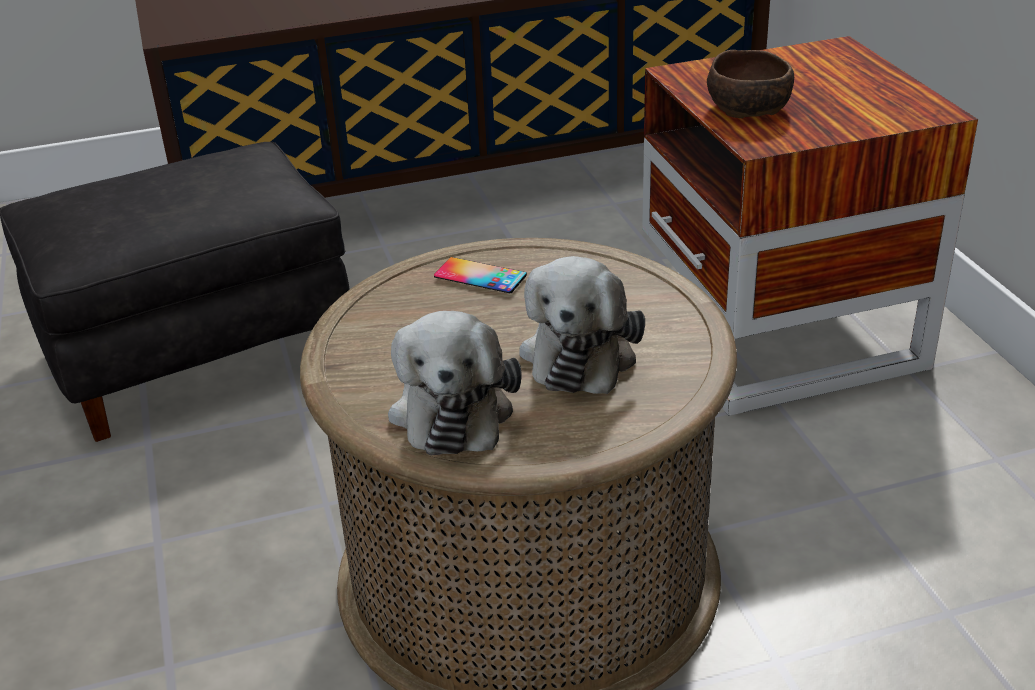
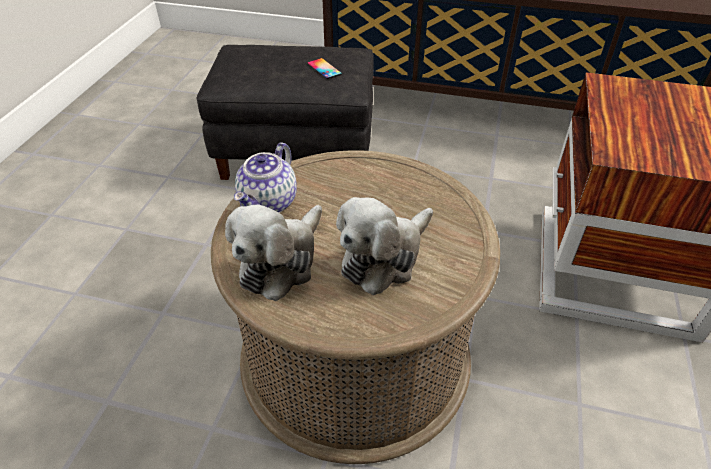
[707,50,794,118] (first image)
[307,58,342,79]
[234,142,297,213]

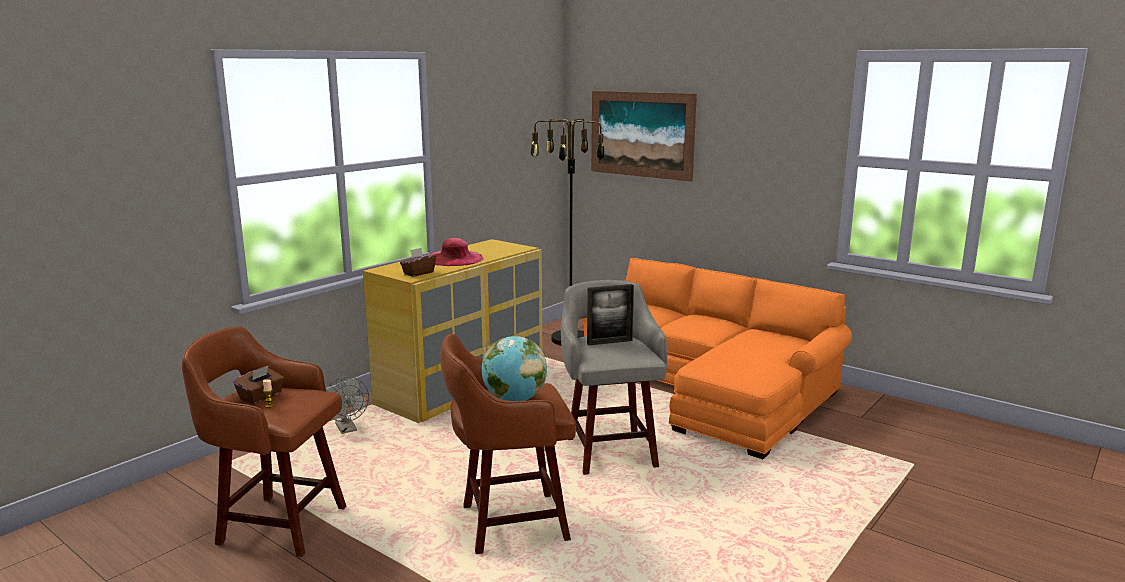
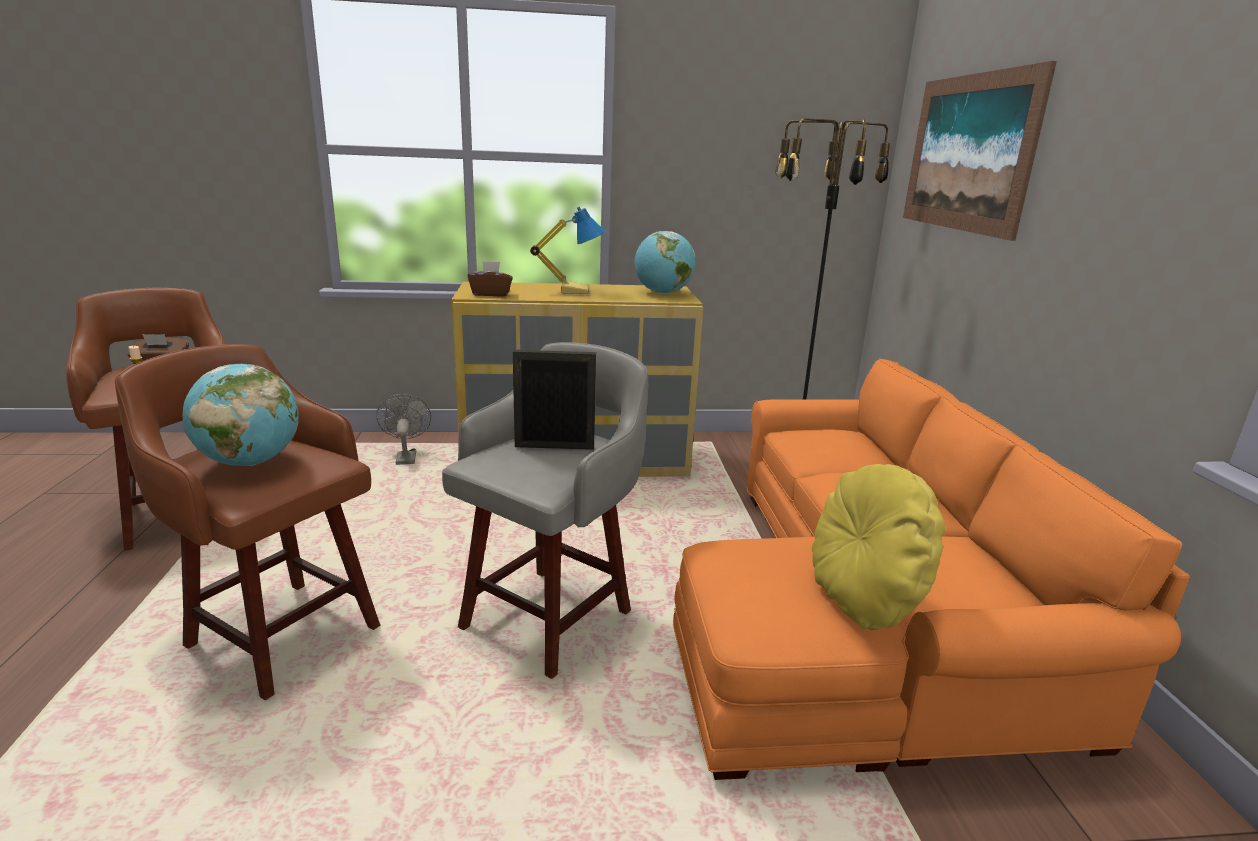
[530,207,606,295]
[513,349,596,450]
[376,394,431,465]
[635,231,696,294]
[812,464,945,630]

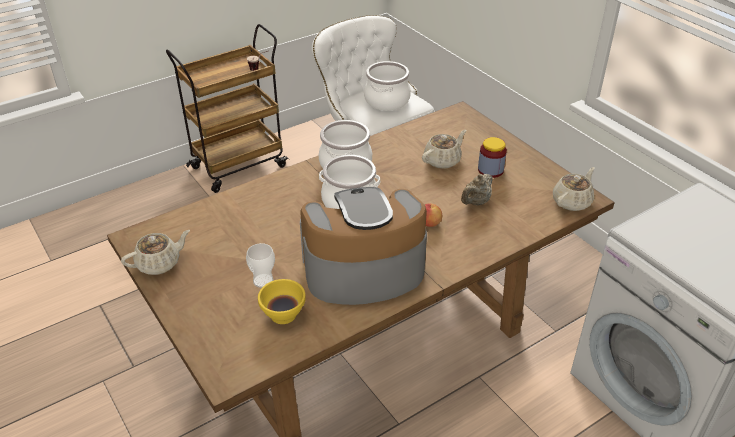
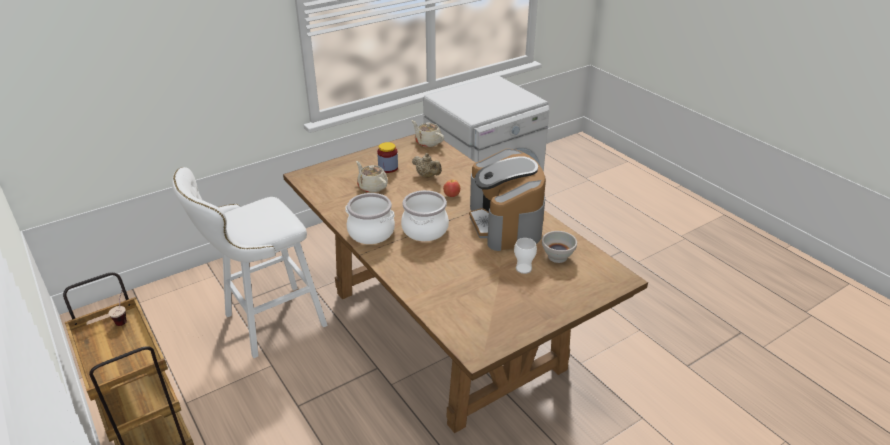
[364,61,411,111] (first image)
[121,230,190,275] (first image)
[542,231,577,263]

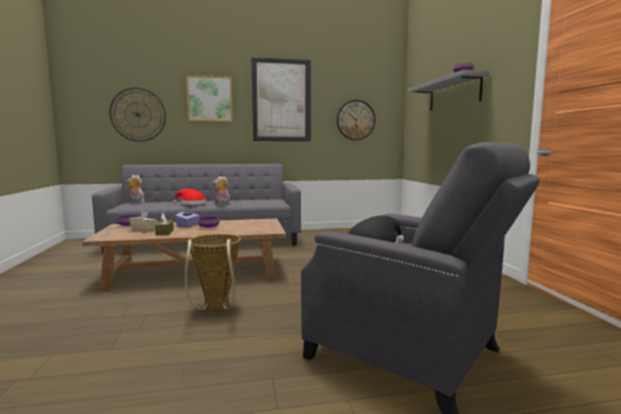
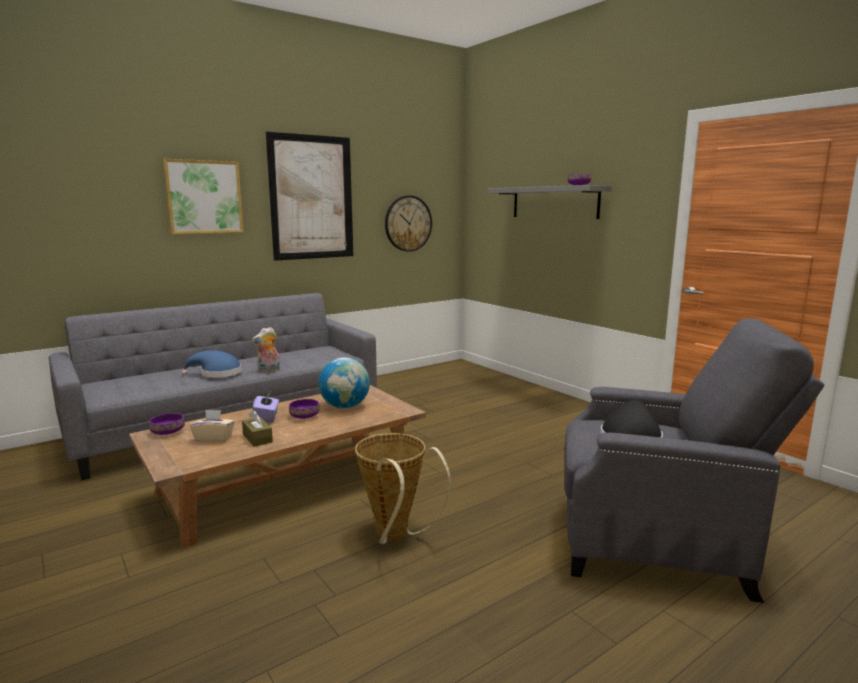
[110,87,166,142] (first image)
[127,175,145,204] (first image)
[182,350,242,378]
[318,357,370,408]

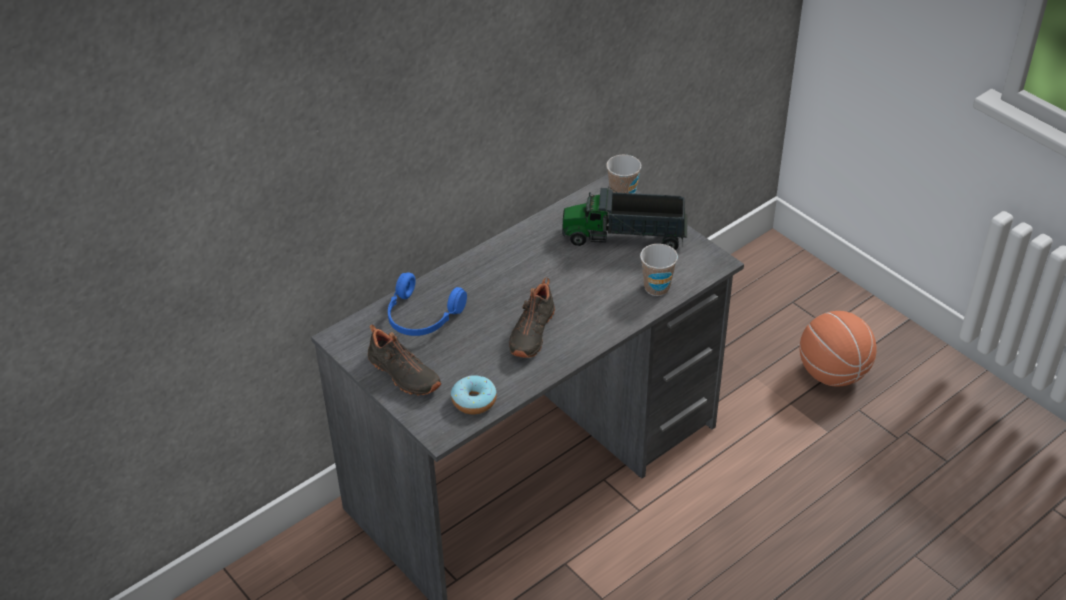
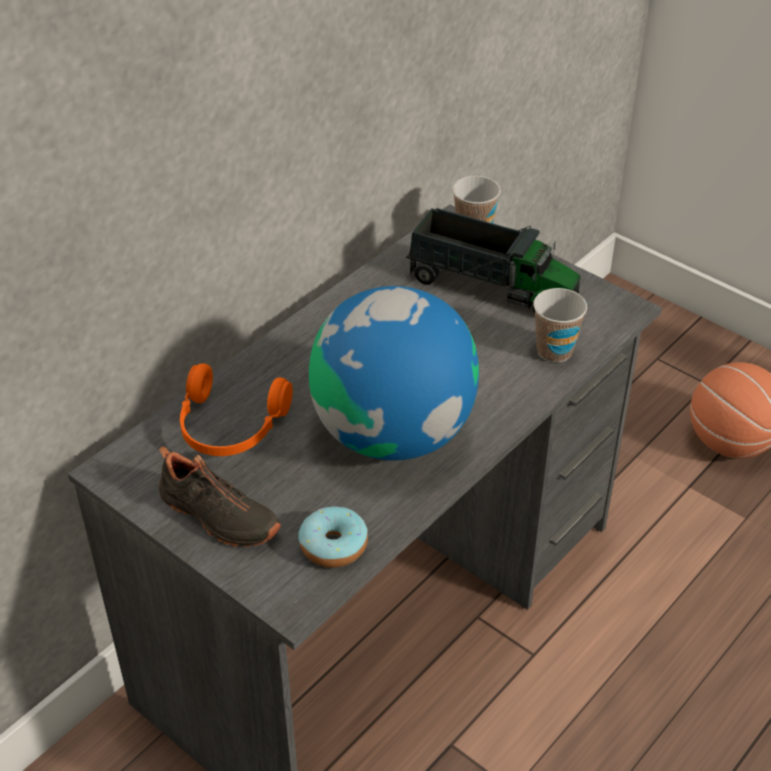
[406,208,580,313]
[180,363,293,456]
[309,286,479,460]

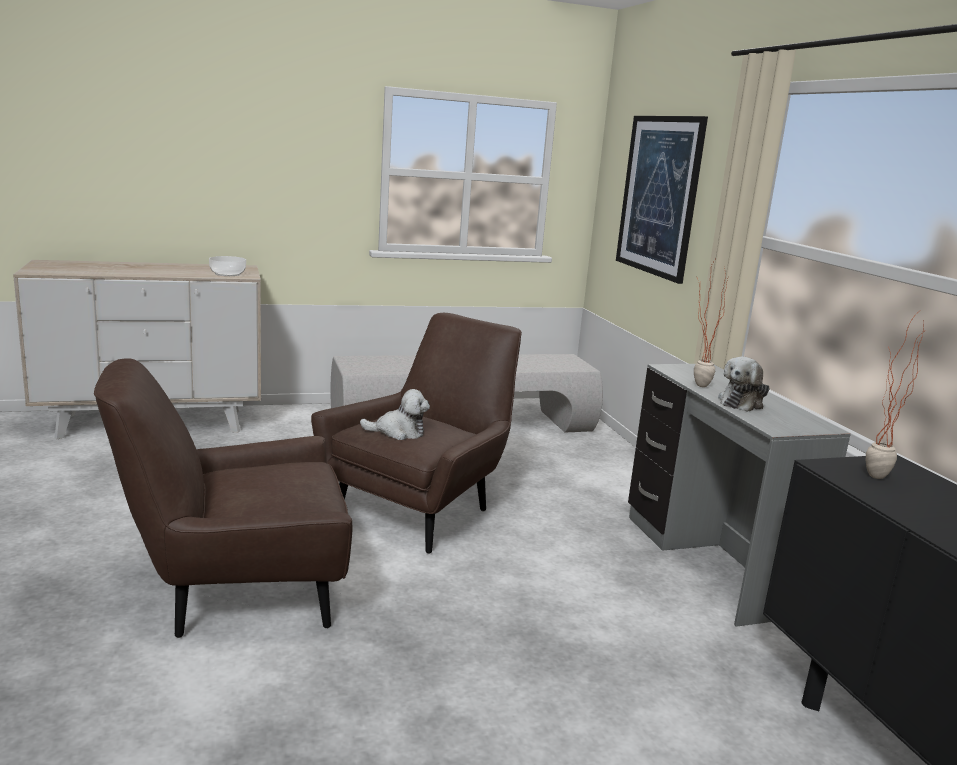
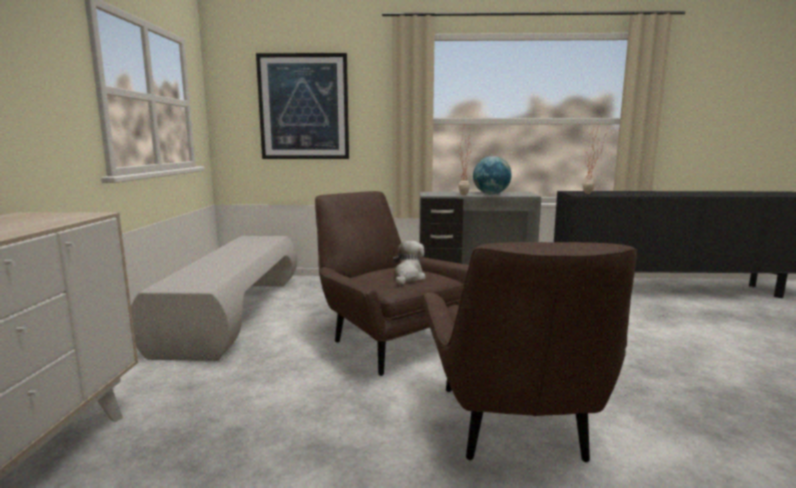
[209,256,246,276] (first image)
[473,156,512,194]

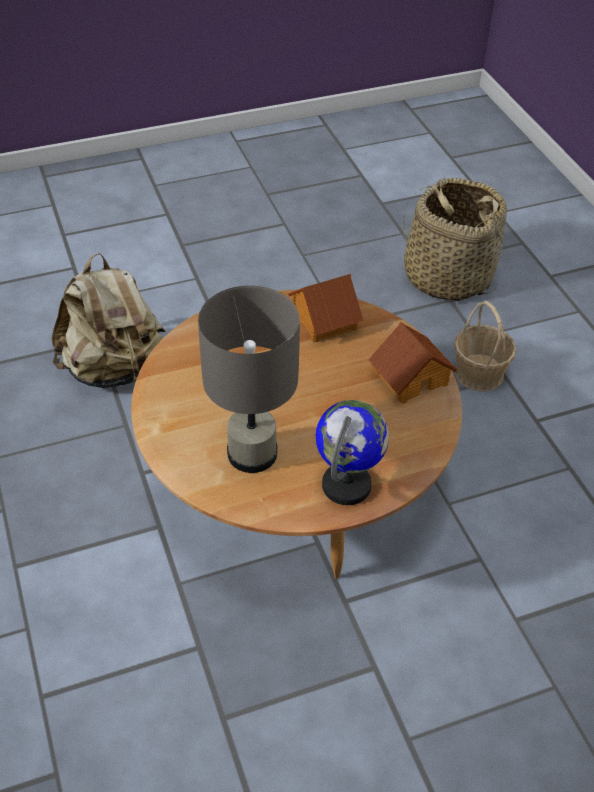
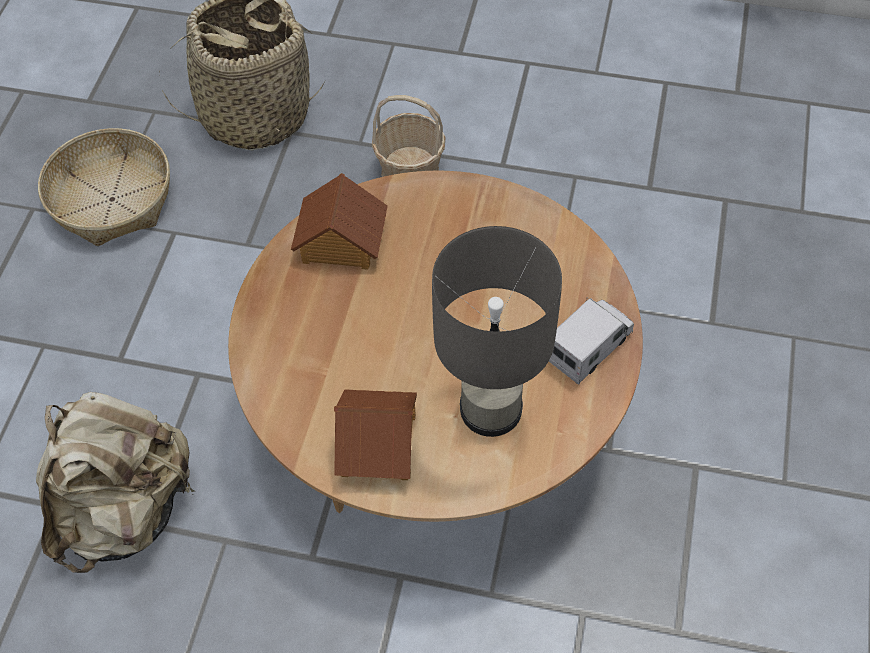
[334,389,417,480]
[549,298,634,385]
[38,128,170,246]

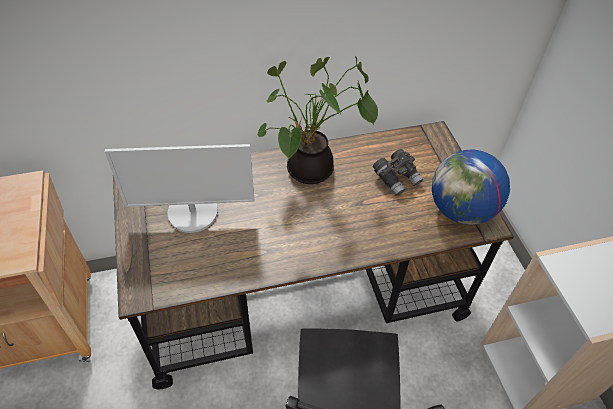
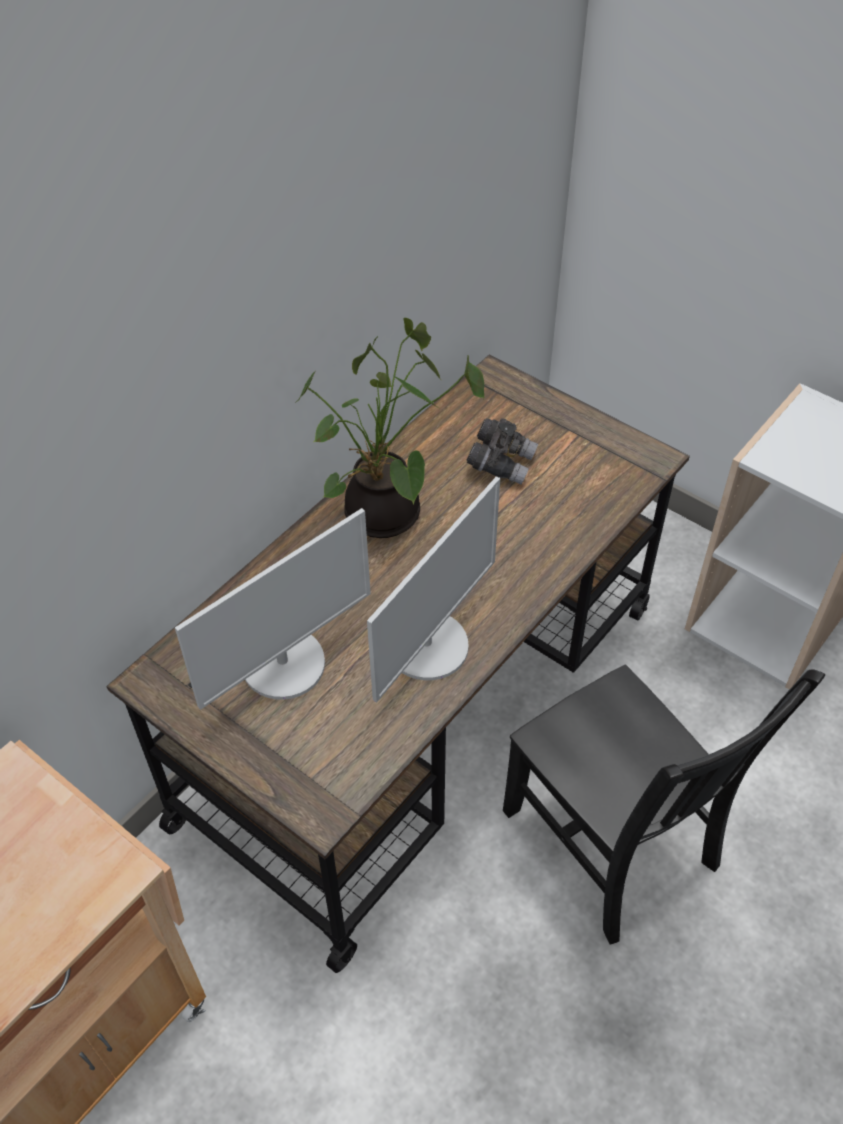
[432,150,510,225] (first image)
[367,476,500,702]

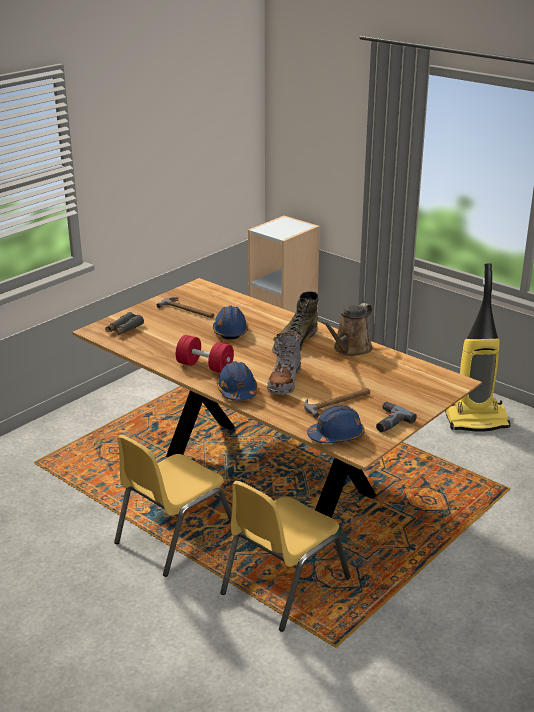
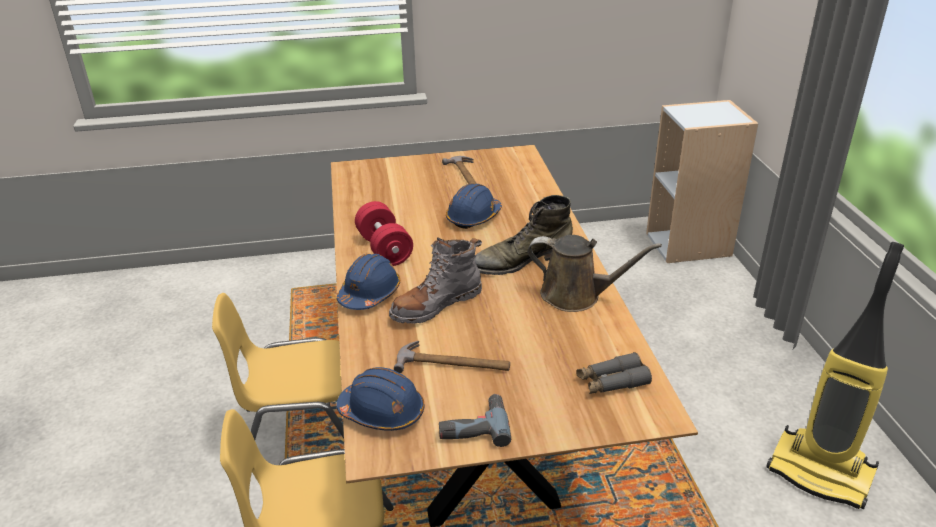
[527,235,662,312]
[576,352,652,394]

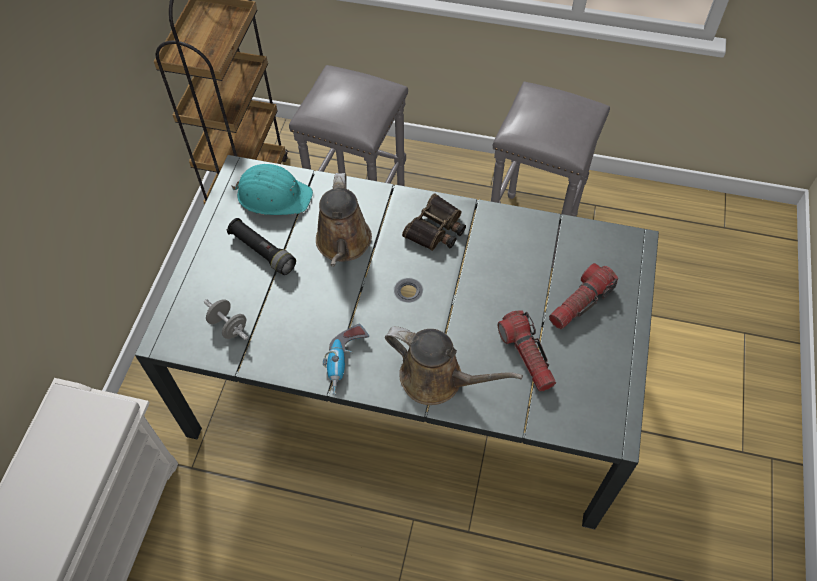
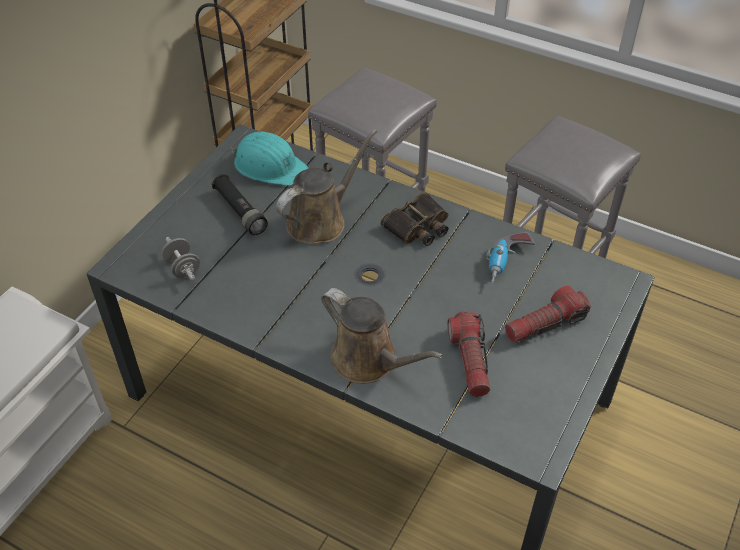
[276,129,377,245]
[486,232,535,283]

